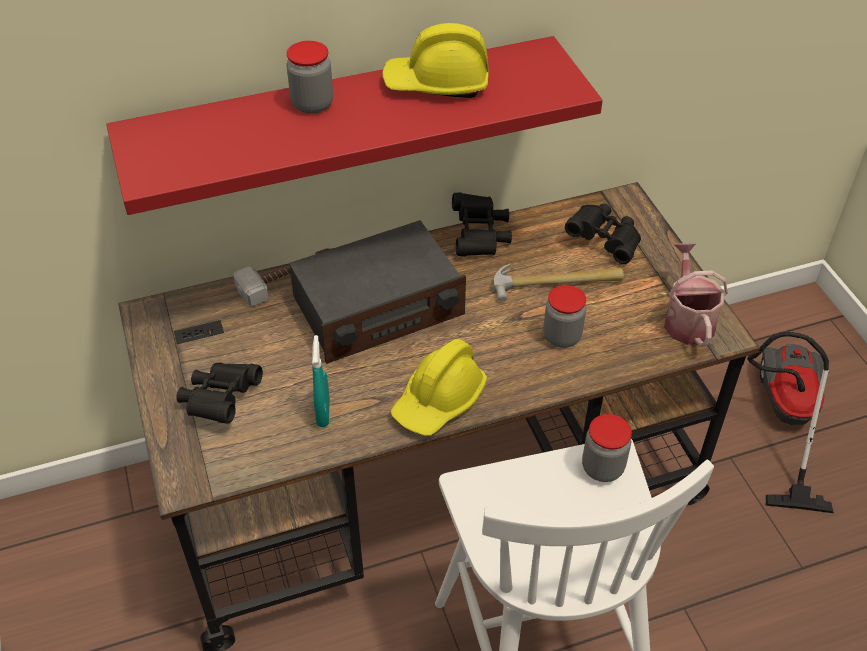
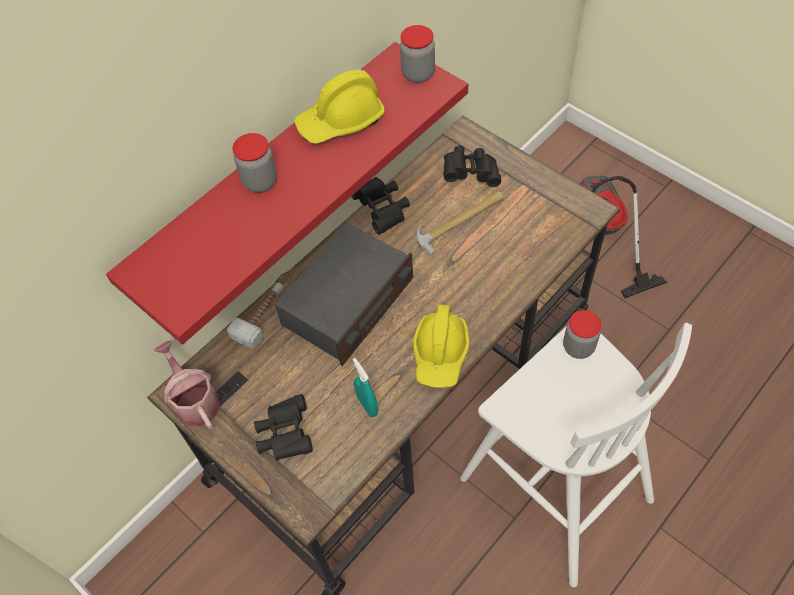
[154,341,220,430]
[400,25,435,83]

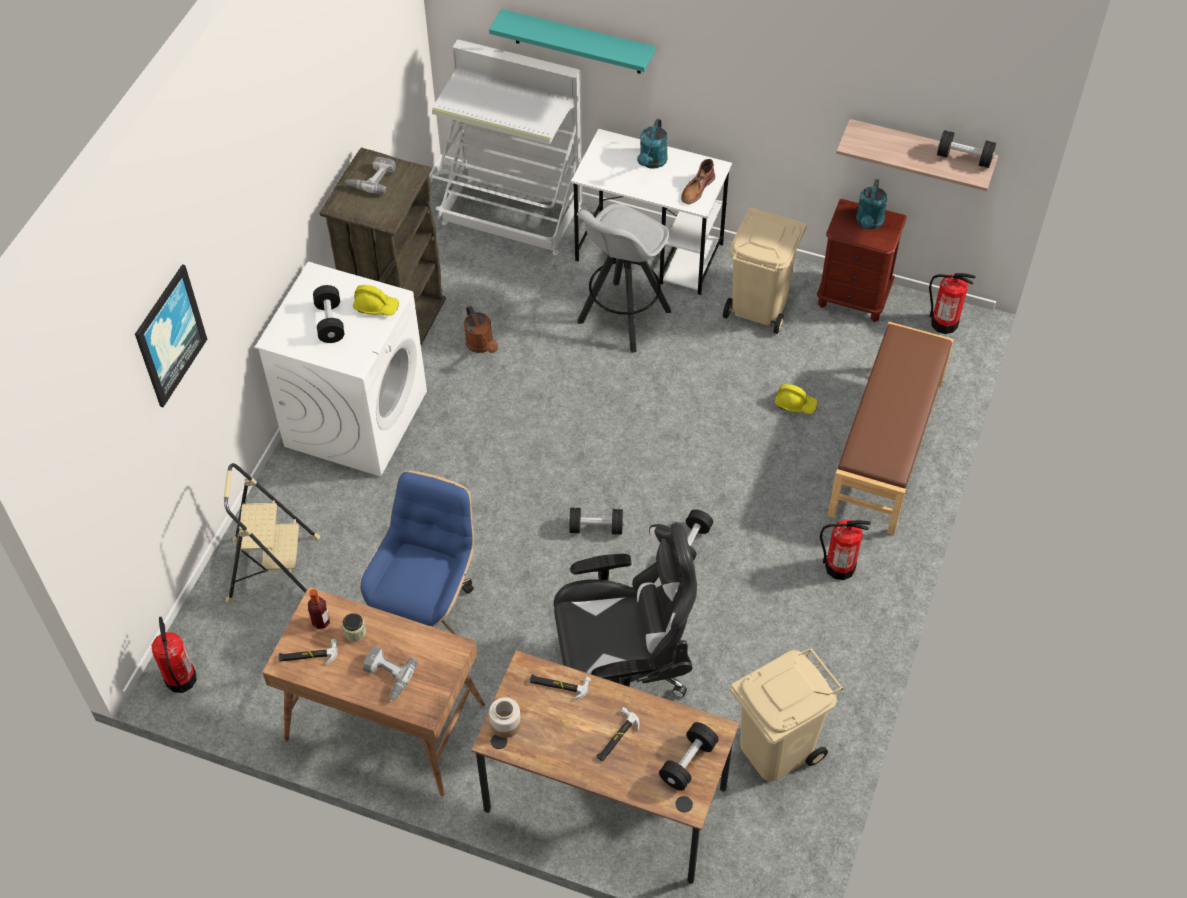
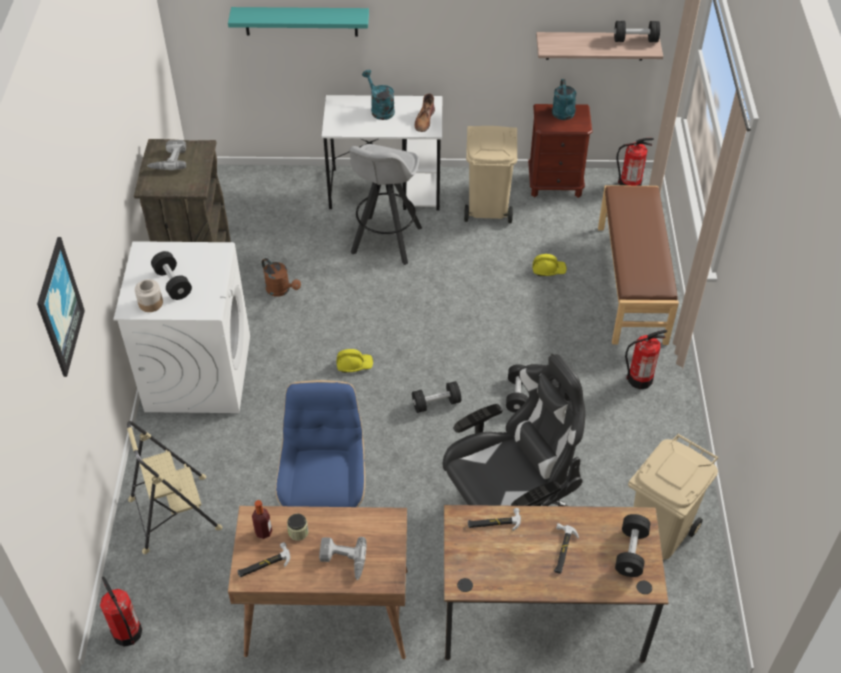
[431,40,583,255] (first image)
[362,70,395,120]
[336,349,373,373]
[135,279,163,312]

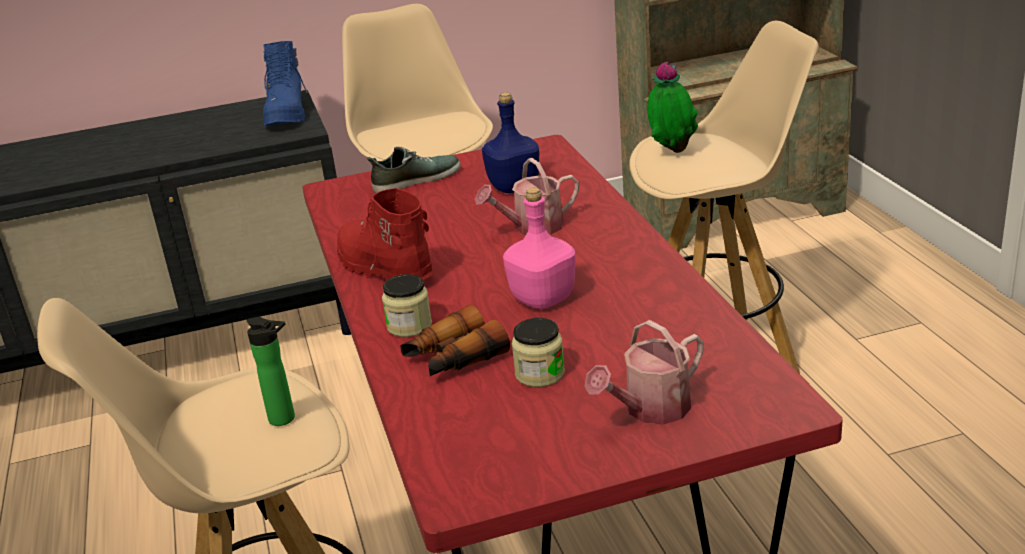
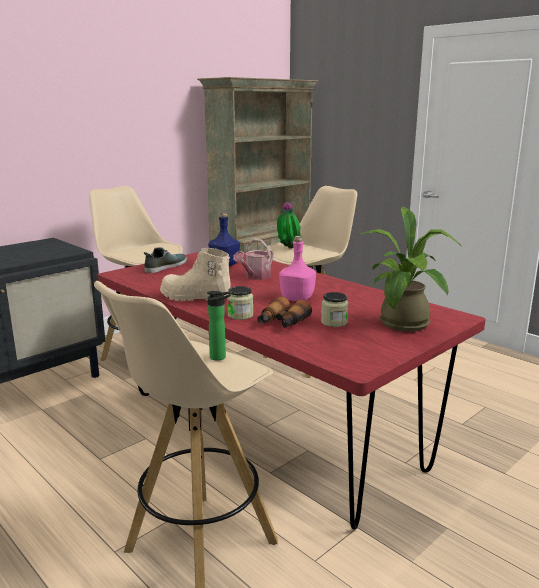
[263,41,308,126] (first image)
[160,247,231,301]
[358,206,461,332]

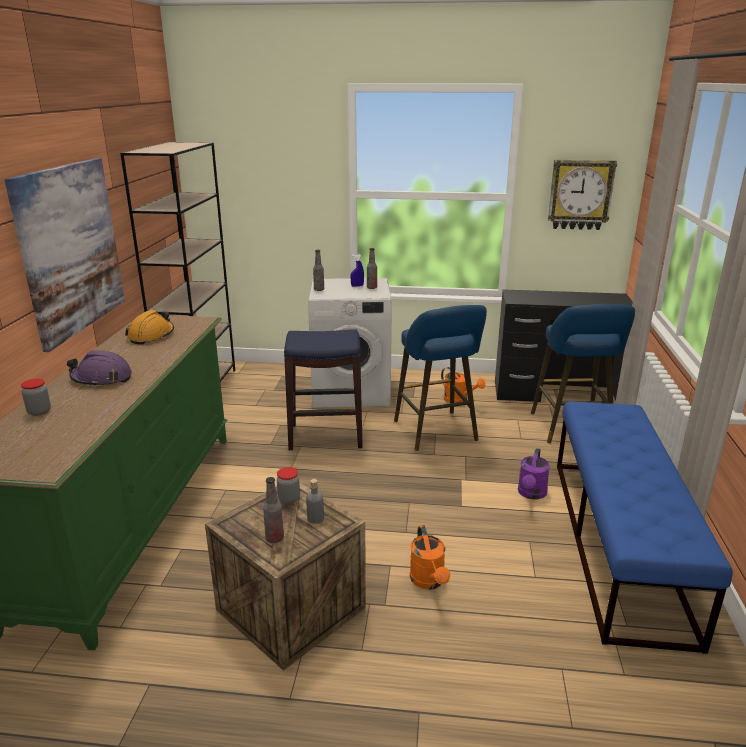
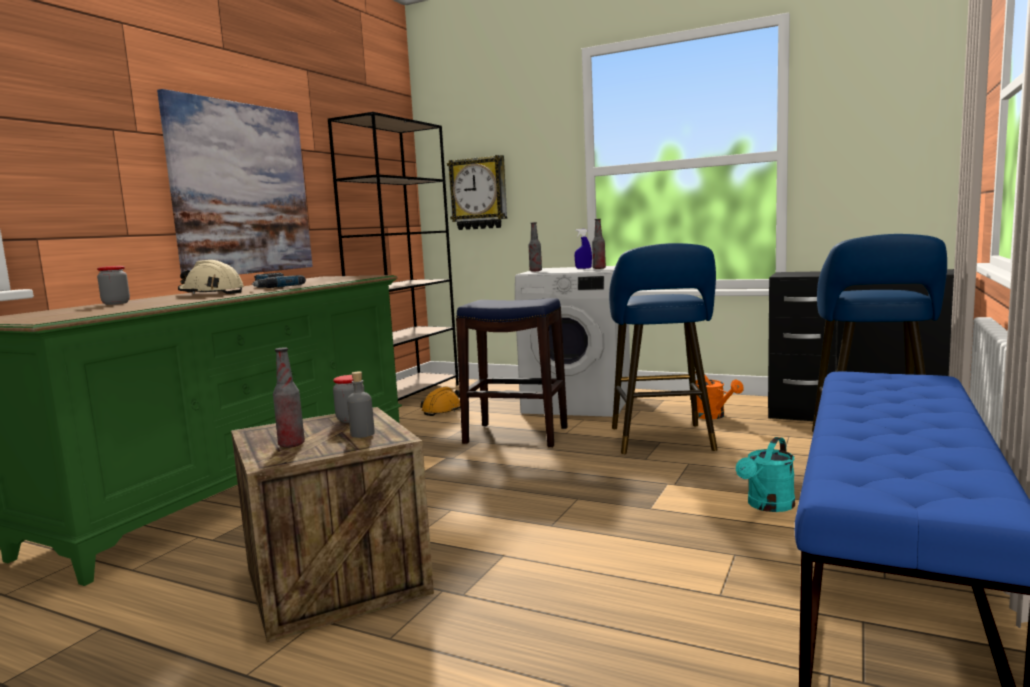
[447,155,507,230]
[420,386,460,416]
[178,260,244,294]
[736,437,795,512]
[410,525,450,590] (first image)
[251,273,306,288]

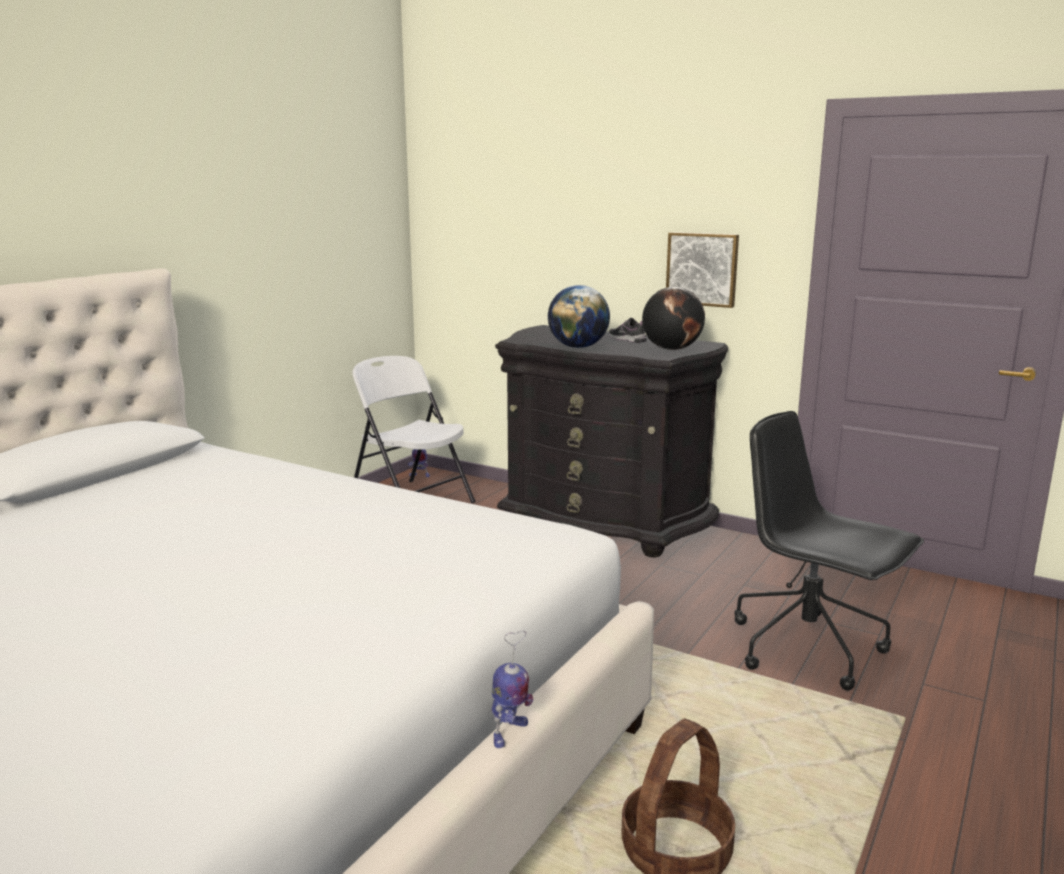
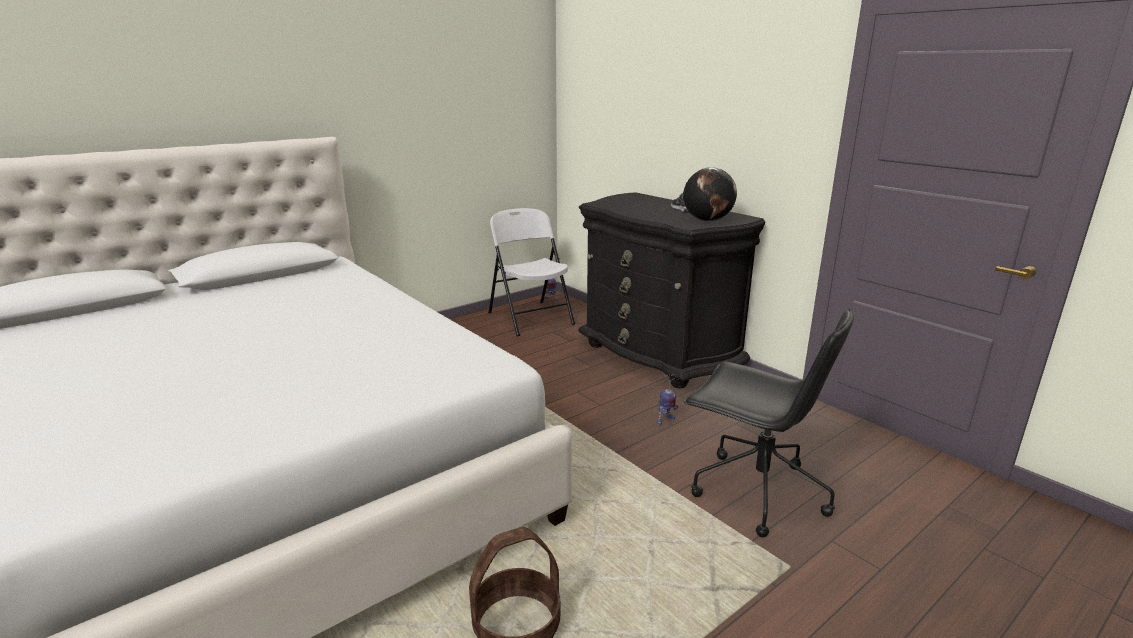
[666,232,739,308] (first image)
[548,285,610,348] (first image)
[683,309,854,537]
[657,375,678,425]

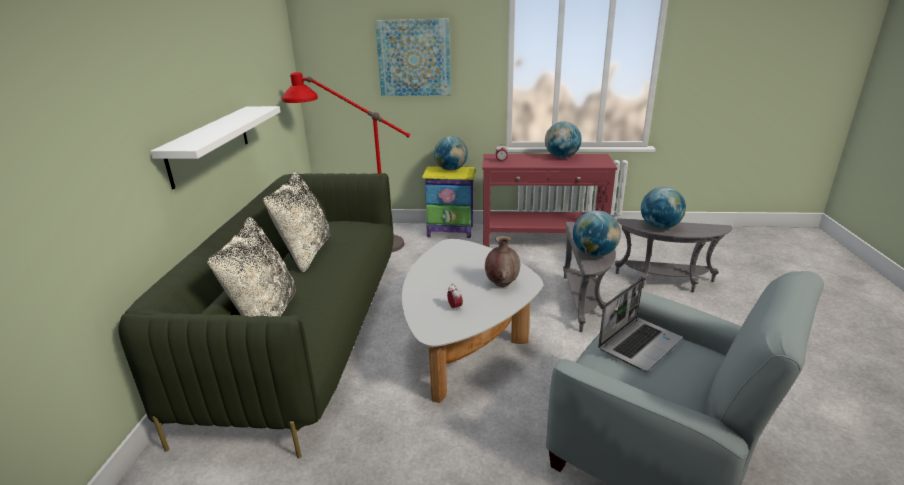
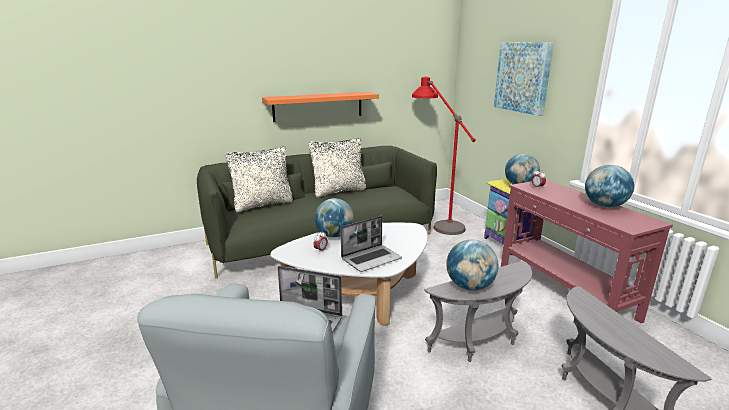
[262,92,379,122]
[315,198,354,238]
[341,216,402,272]

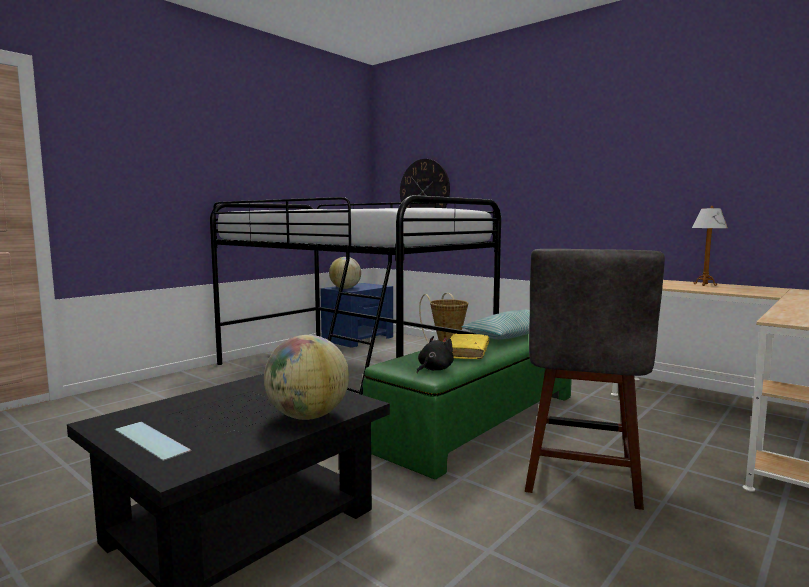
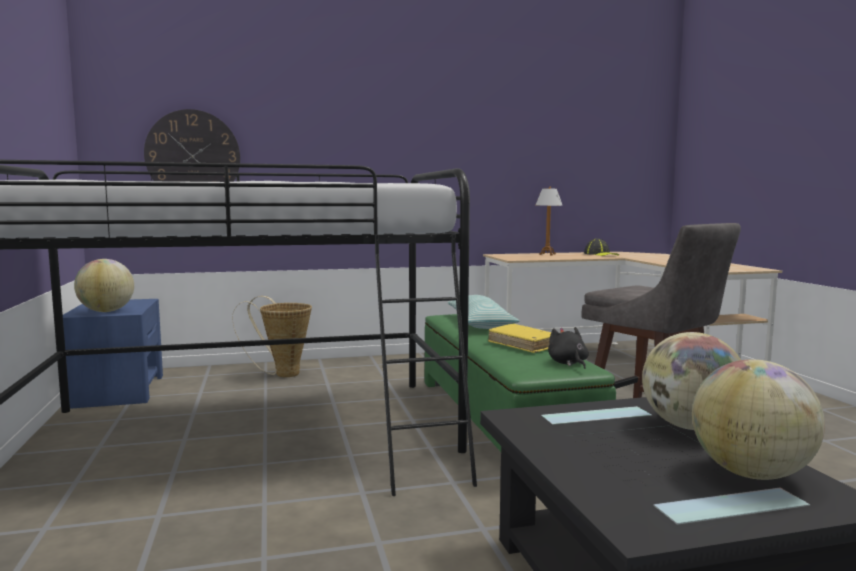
[584,238,619,256]
[692,359,825,480]

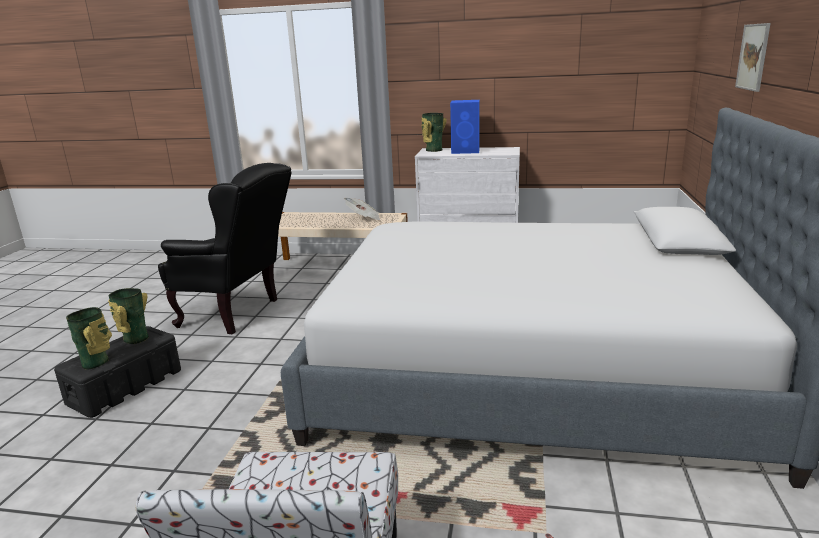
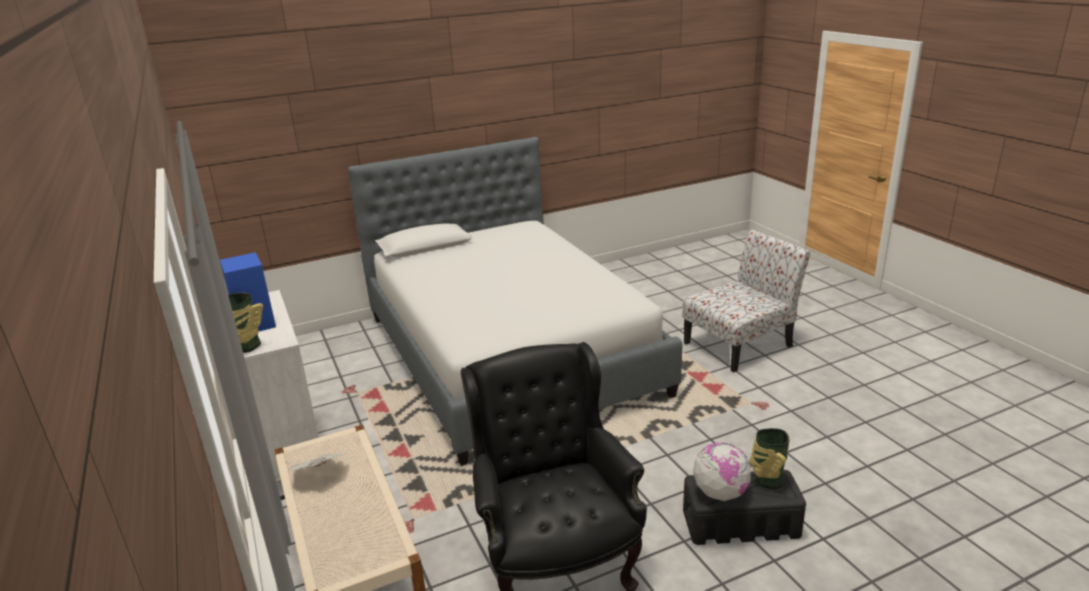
[735,23,771,92] (first image)
[693,443,751,501]

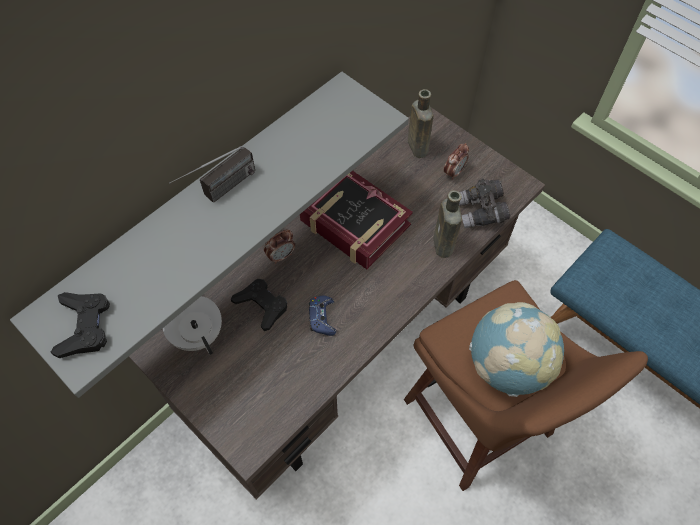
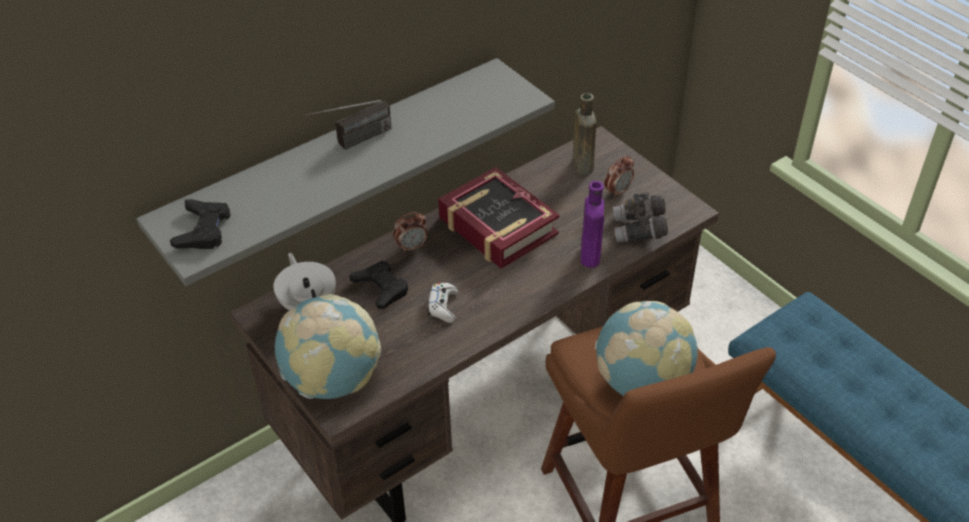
[581,181,604,267]
[427,283,459,323]
[275,294,381,399]

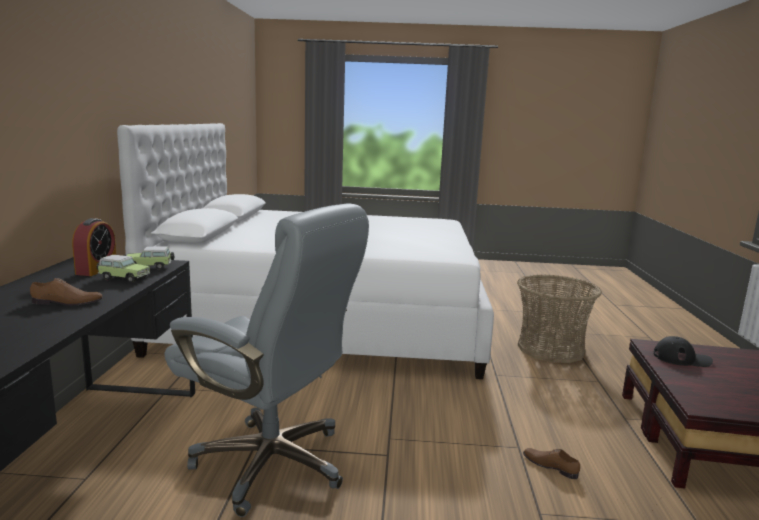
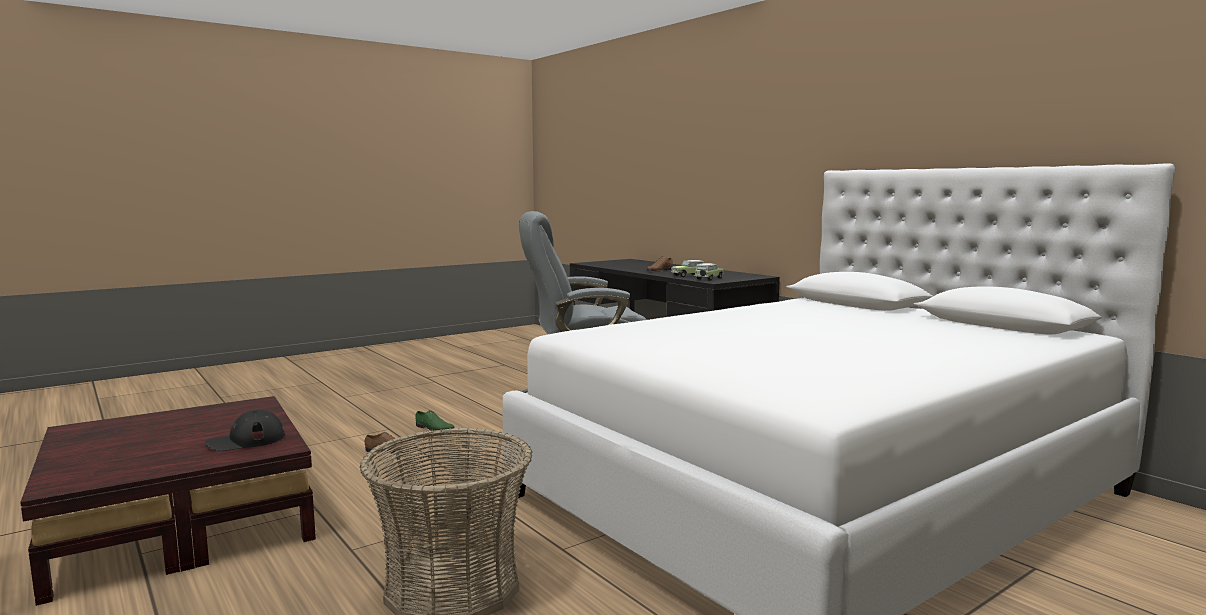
[72,218,116,276] (first image)
[415,410,454,431]

